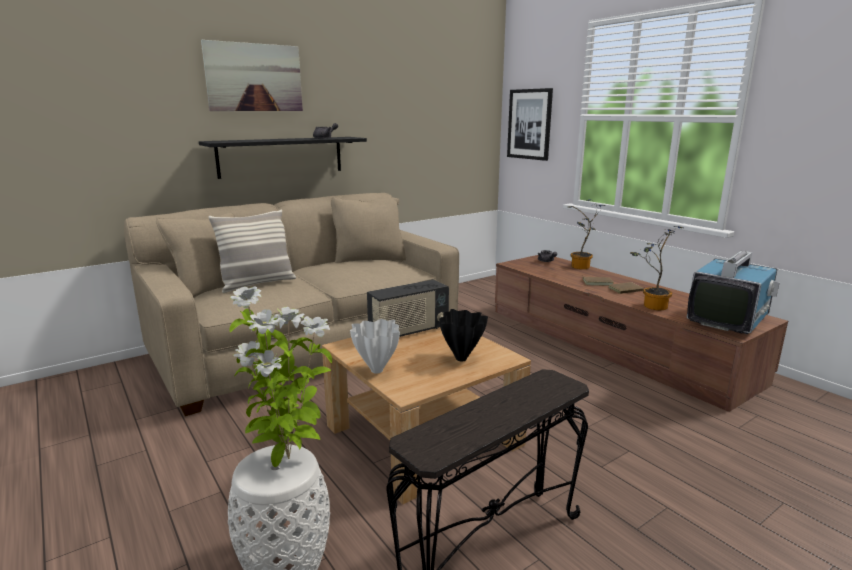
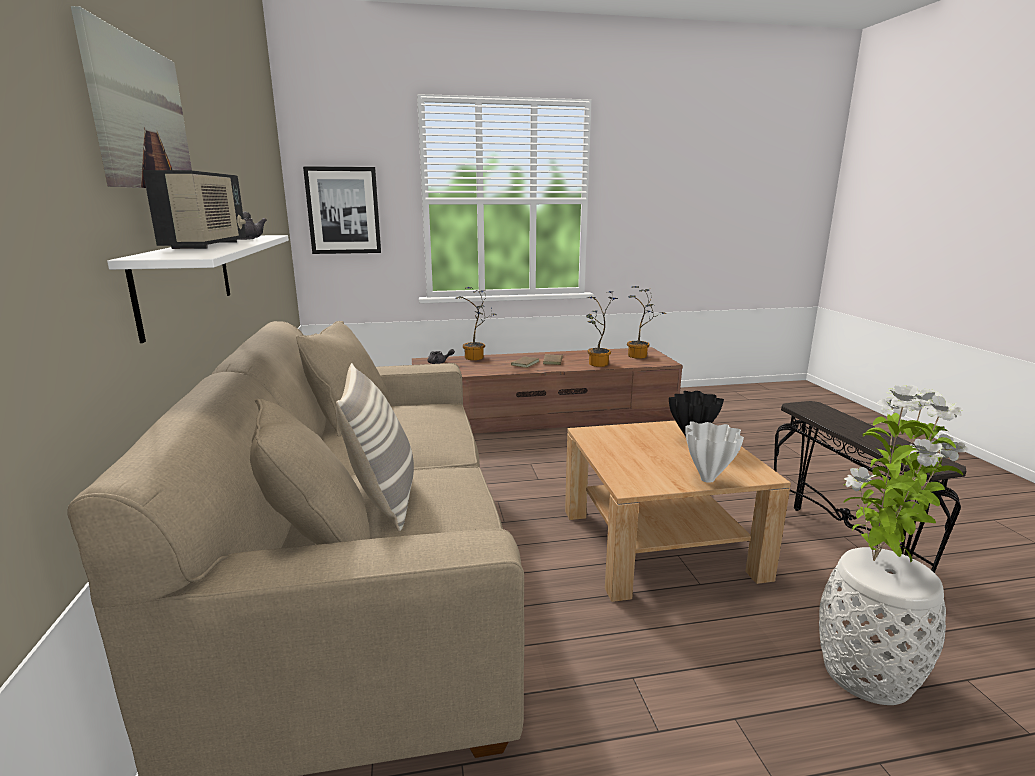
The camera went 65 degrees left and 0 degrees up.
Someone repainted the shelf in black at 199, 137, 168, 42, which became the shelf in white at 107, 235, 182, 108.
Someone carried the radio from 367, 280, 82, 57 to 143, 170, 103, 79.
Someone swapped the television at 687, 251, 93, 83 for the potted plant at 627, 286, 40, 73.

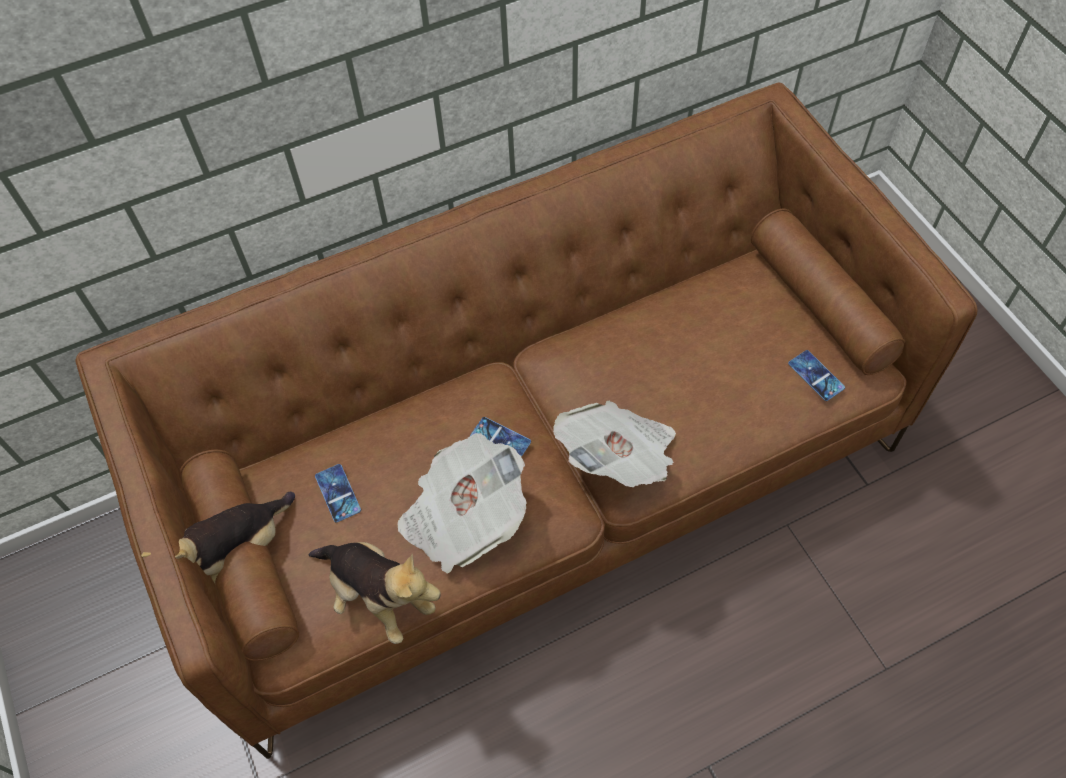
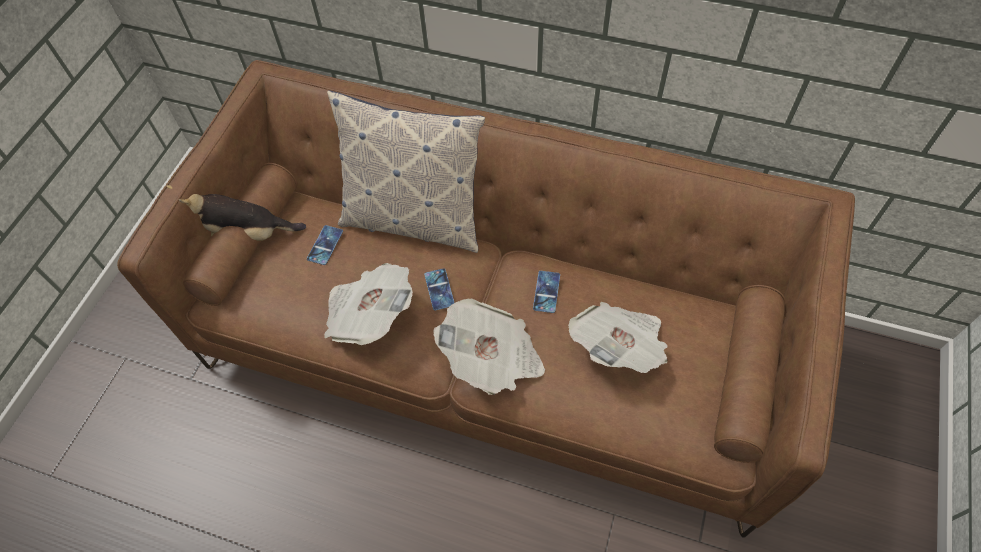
The camera went 45 degrees right and 0 degrees up.
Someone took away the plush toy at 309, 542, 132, 102.
Someone carried the phone from 788, 350, 57, 51 to 533, 271, 27, 42.
Someone put down the pillow at 327, 90, 158, 163.
Someone put down the newspaper at 568, 302, 100, 71.

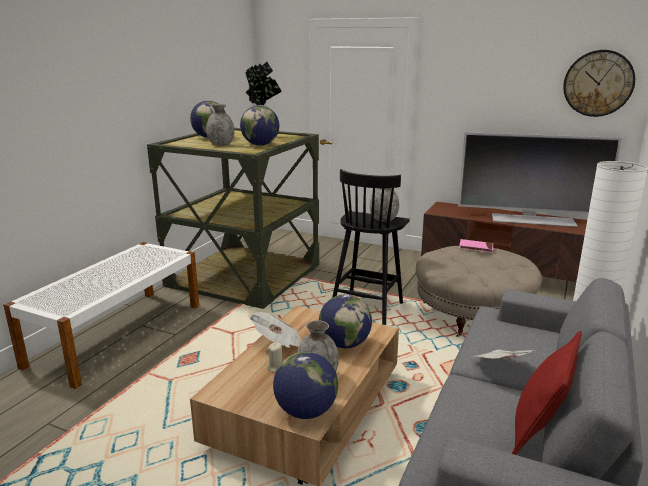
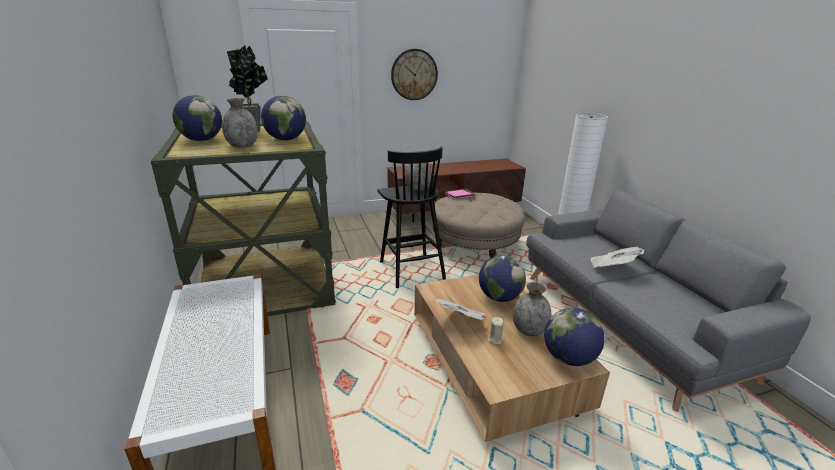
The camera went 45 degrees left and 5 degrees up.
Someone took away the television at 458, 132, 164, 95.
Someone took away the pillow in red at 511, 331, 71, 124.
Someone carried the wall clock from 563, 50, 72, 67 to 391, 49, 47, 51.

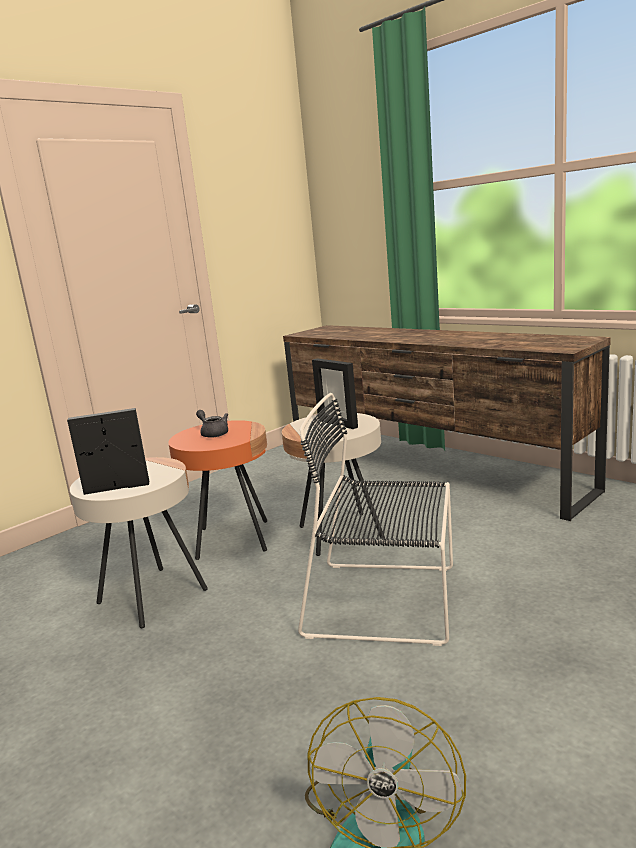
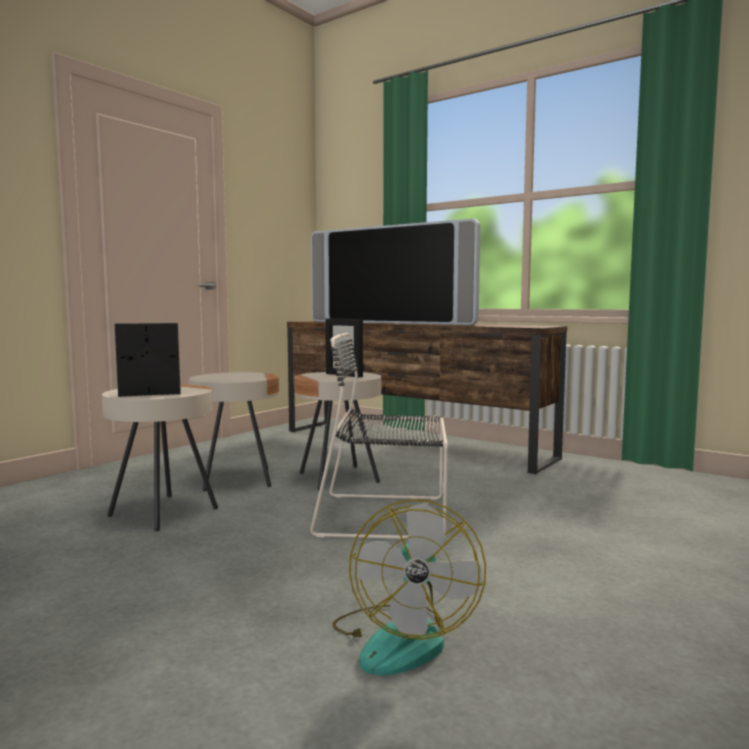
The camera went 10 degrees left and 10 degrees down.
Someone repainted the side table in orange at 168, 420, 99, 140, which became the side table in beige at 189, 372, 90, 119.
Someone took away the teapot in grey at 196, 410, 32, 28.
Someone put down the television at 311, 218, 169, 107.

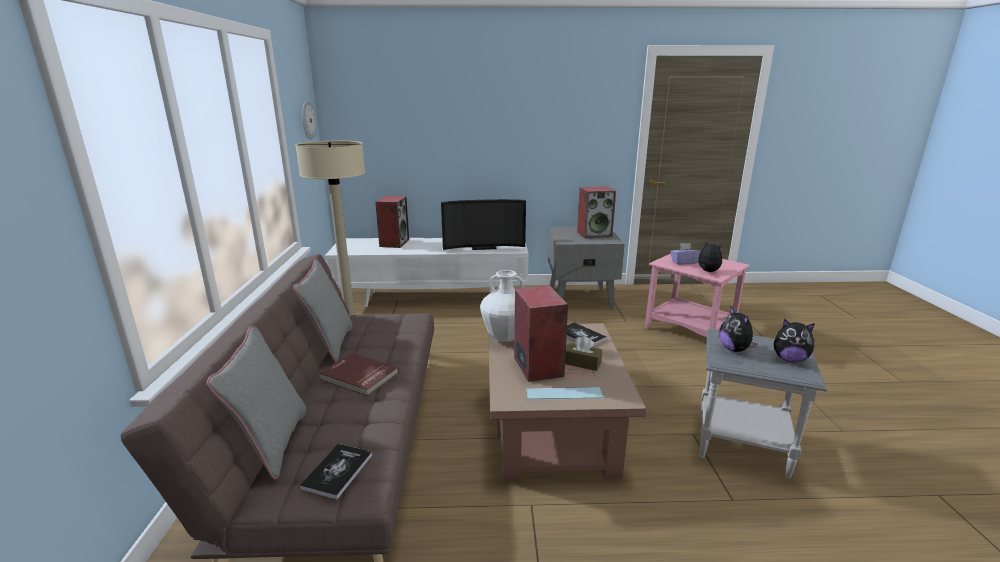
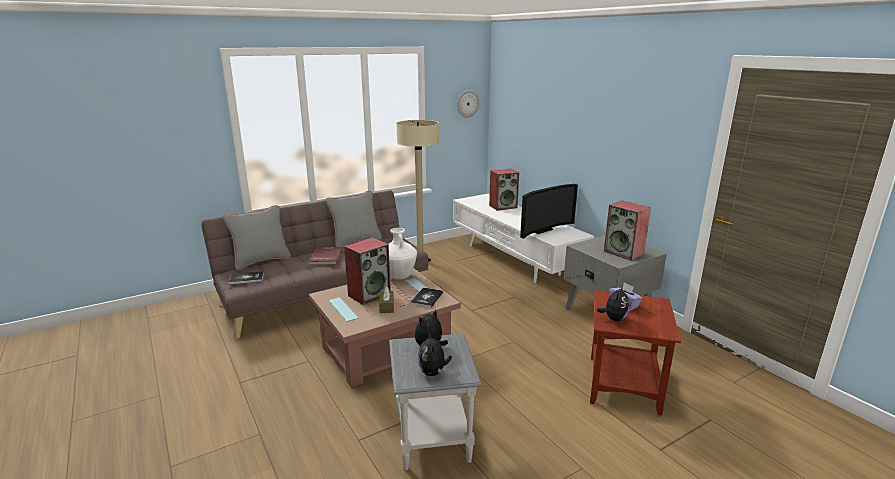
The camera went 60 degrees right and 0 degrees up.
Someone rotated the television at 441, 199, 85, 51 by 90 degrees counterclockwise.
Someone repainted the side table in pink at 645, 249, 105, 88, which became the side table in brown at 590, 290, 91, 126.

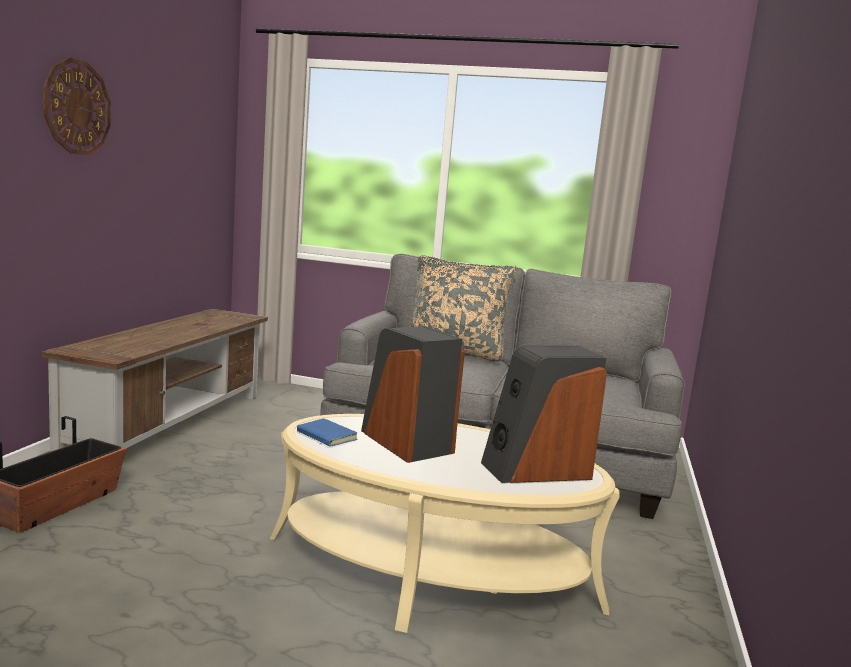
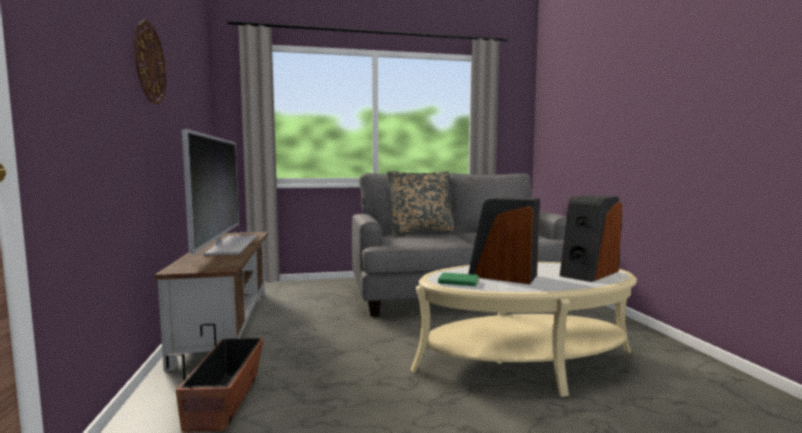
The camera went 25 degrees left and 5 degrees down.
Someone repainted the book in blue at 297, 418, 60, 29, which became the book in green at 438, 273, 41, 13.
Someone put down the television at 182, 129, 75, 127.

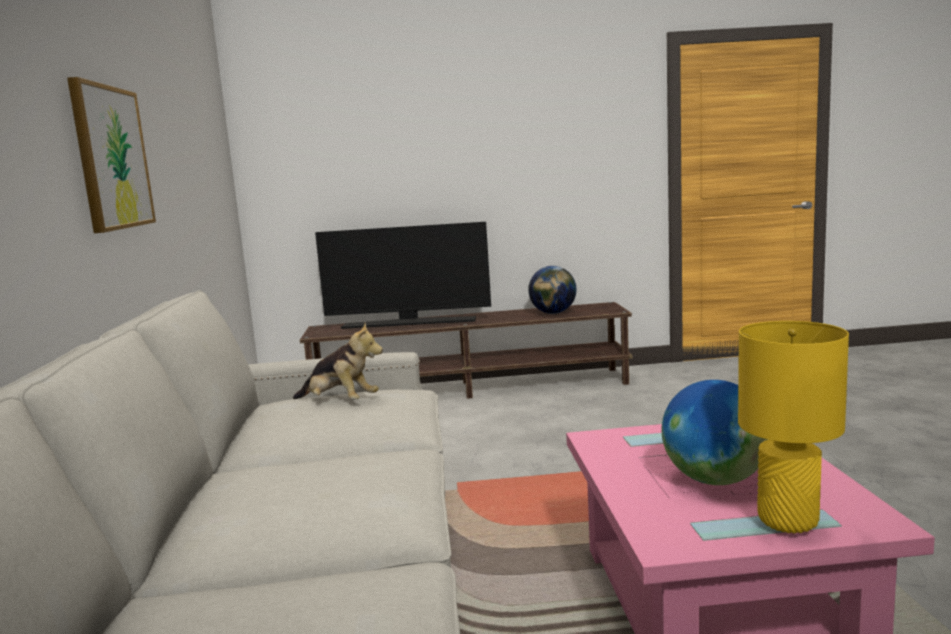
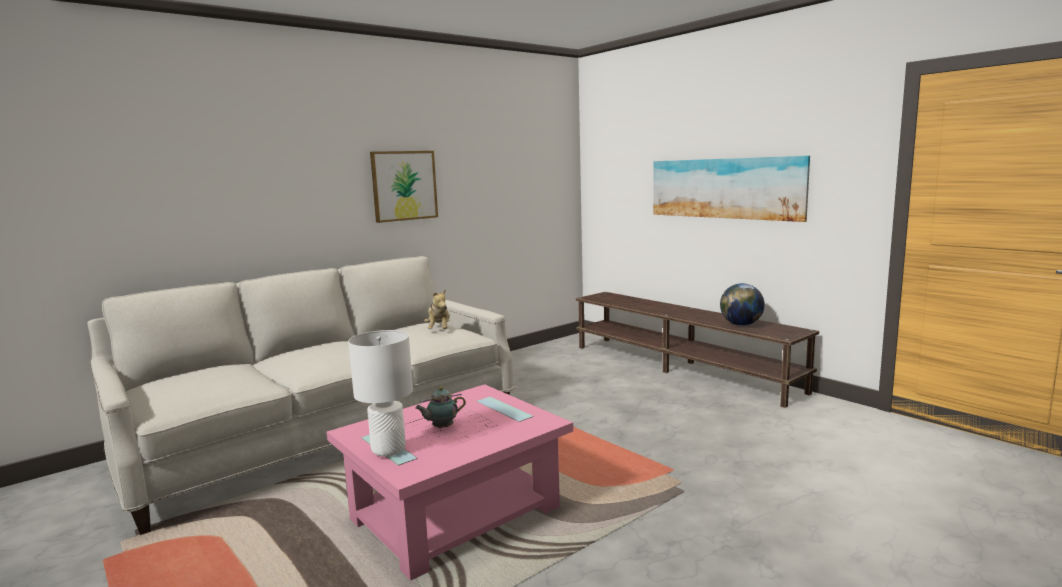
The camera went 55 degrees right and 0 degrees up.
Someone took away the television at 315, 222, 176, 107.
Someone swapped the globe at 662, 380, 106, 105 for the teapot at 415, 387, 51, 42.
Someone repainted the table lamp in yellow at 738, 321, 111, 213, which became the table lamp in white at 348, 330, 65, 127.
Someone put up the picture at 653, 156, 157, 66.

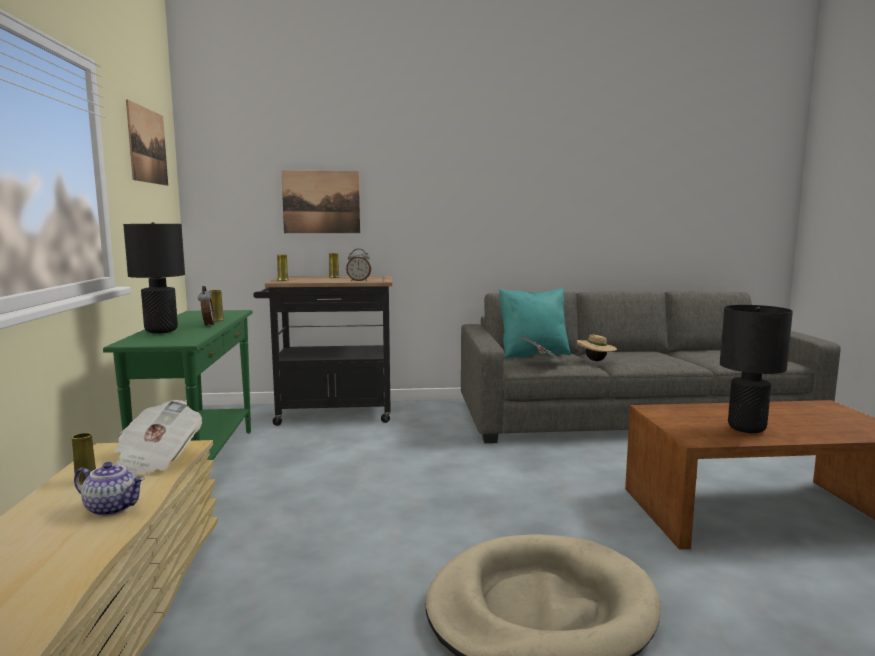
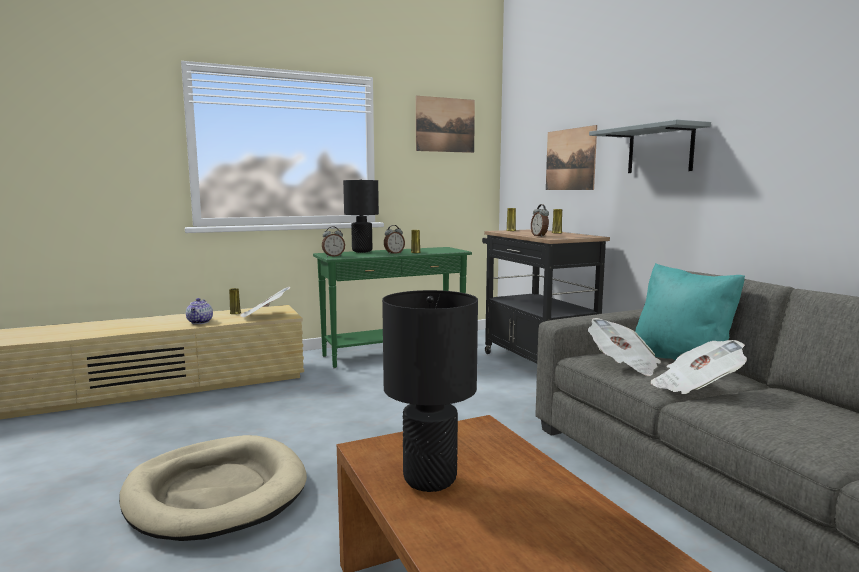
The camera went 70 degrees right and 0 degrees up.
Someone swapped the hat in beige at 577, 335, 40, 26 for the newspaper at 651, 340, 96, 54.
Someone put down the alarm clock at 322, 227, 23, 30.
Someone put up the shelf in grey at 589, 120, 122, 53.

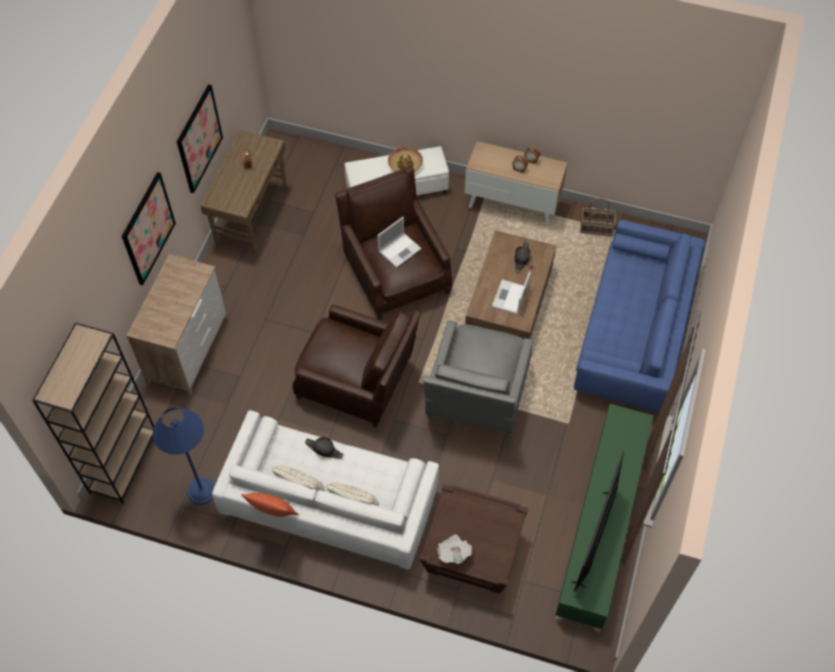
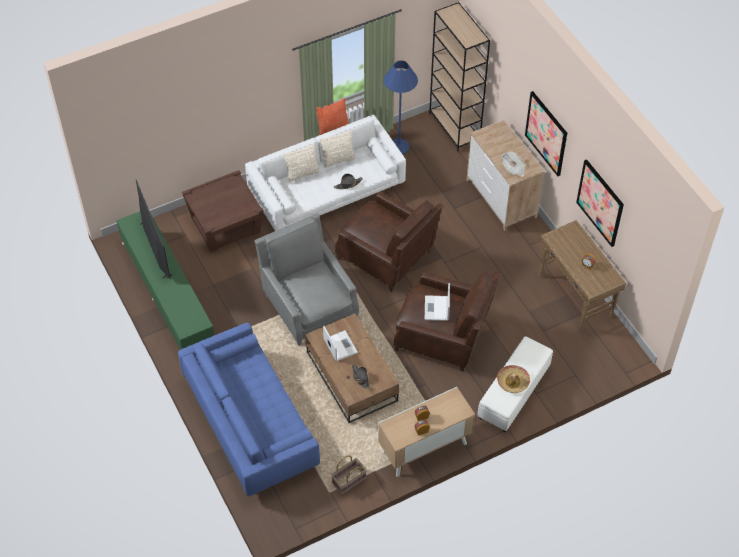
The camera went 135 degrees right and 5 degrees down.
Someone rotated the armchair in brown at 292, 305, 129, 123 by 120 degrees counterclockwise.
Someone carried the newspaper from 438, 535, 34, 29 to 502, 152, 24, 25.

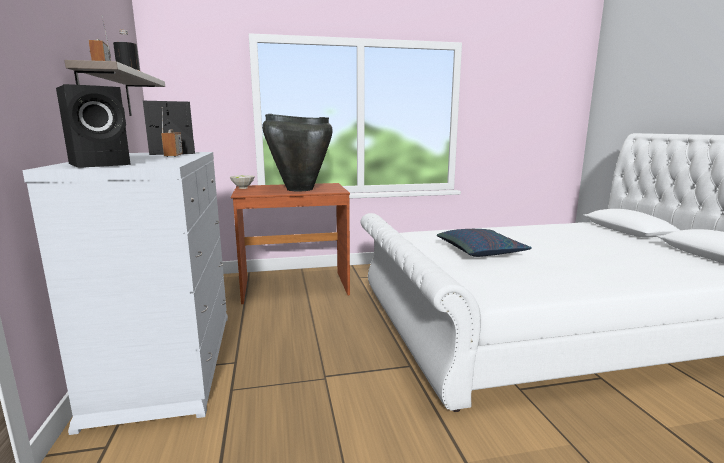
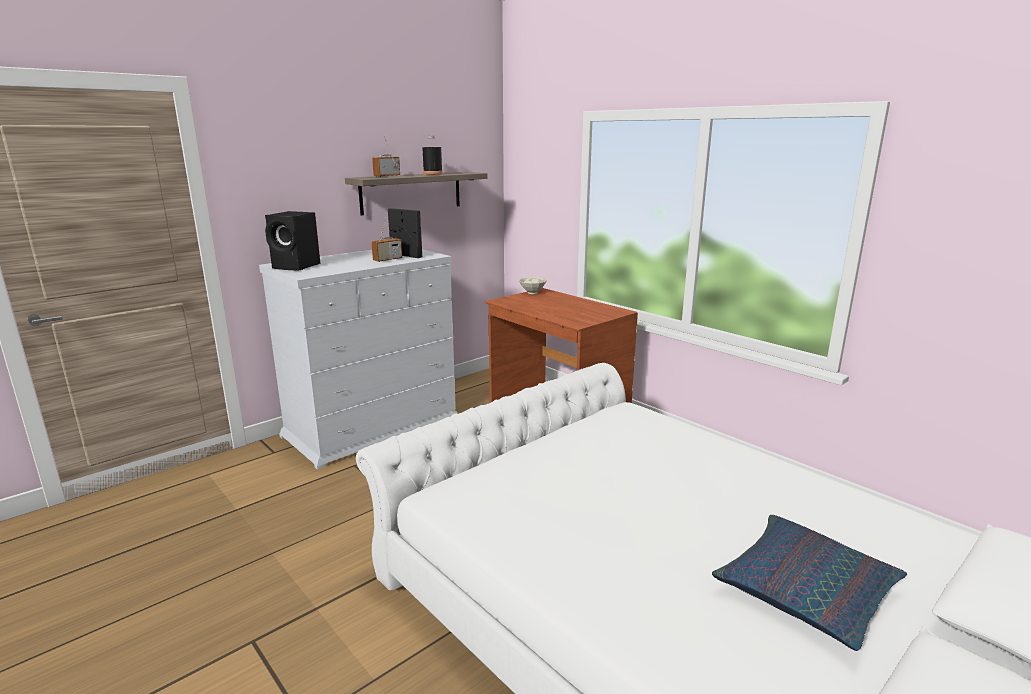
The camera went 60 degrees right and 5 degrees up.
Someone took away the vase in black at 262, 114, 71, 77.
Someone carried the pillow in blue from 437, 229, 95, 28 to 712, 515, 195, 136.

